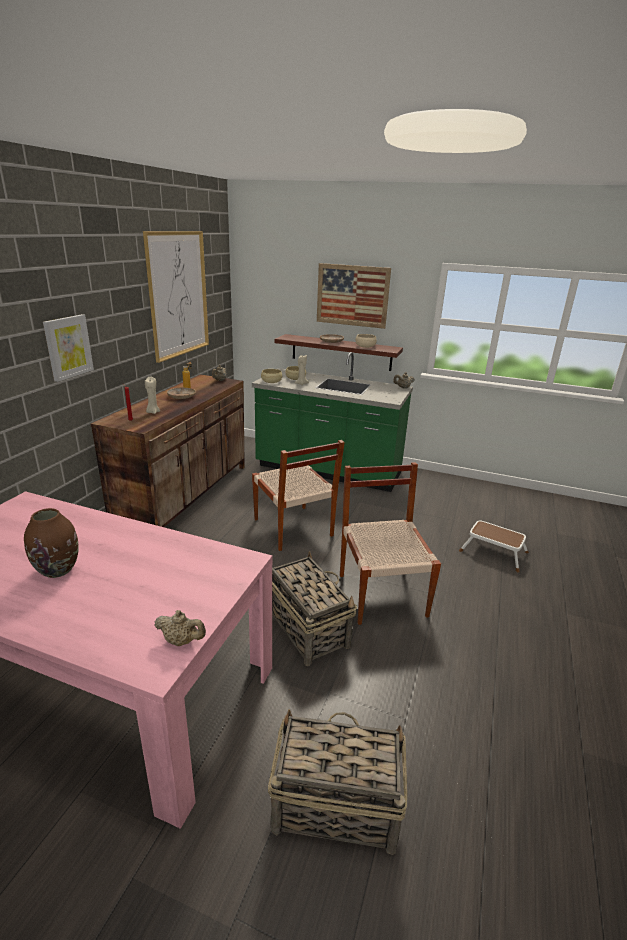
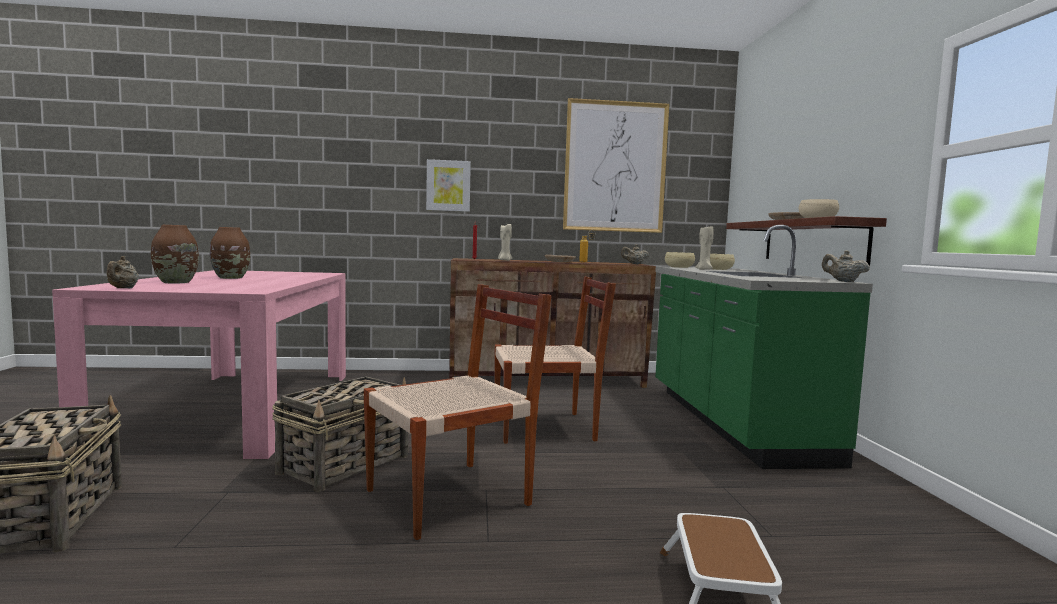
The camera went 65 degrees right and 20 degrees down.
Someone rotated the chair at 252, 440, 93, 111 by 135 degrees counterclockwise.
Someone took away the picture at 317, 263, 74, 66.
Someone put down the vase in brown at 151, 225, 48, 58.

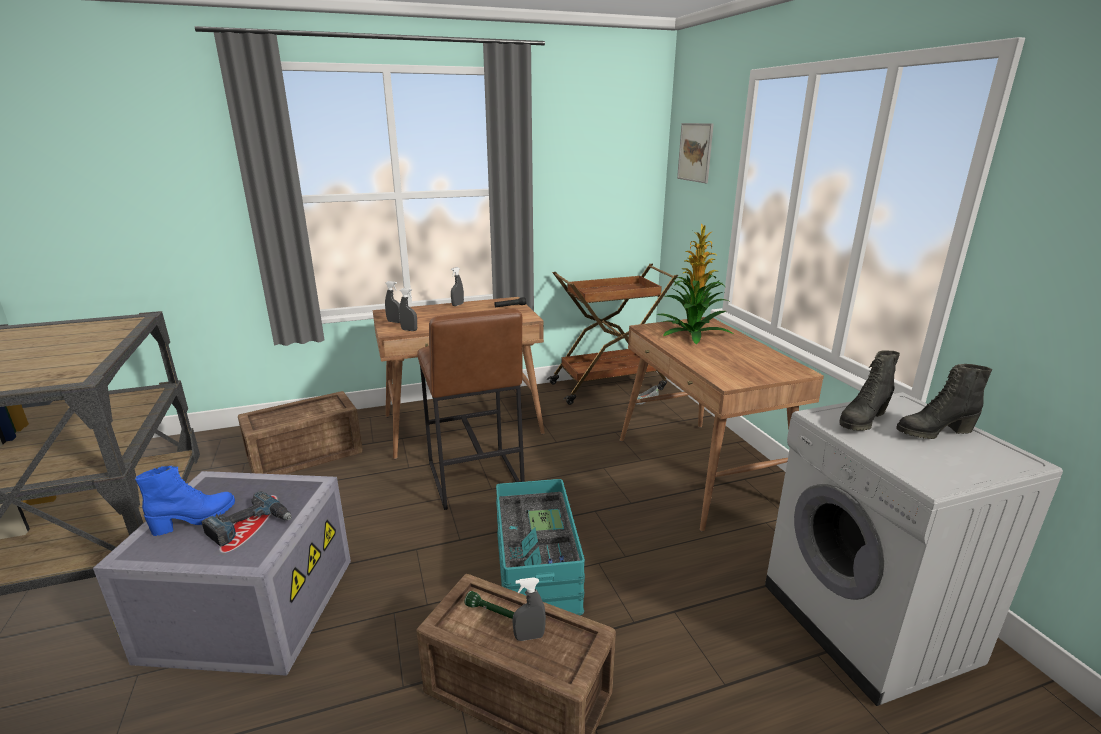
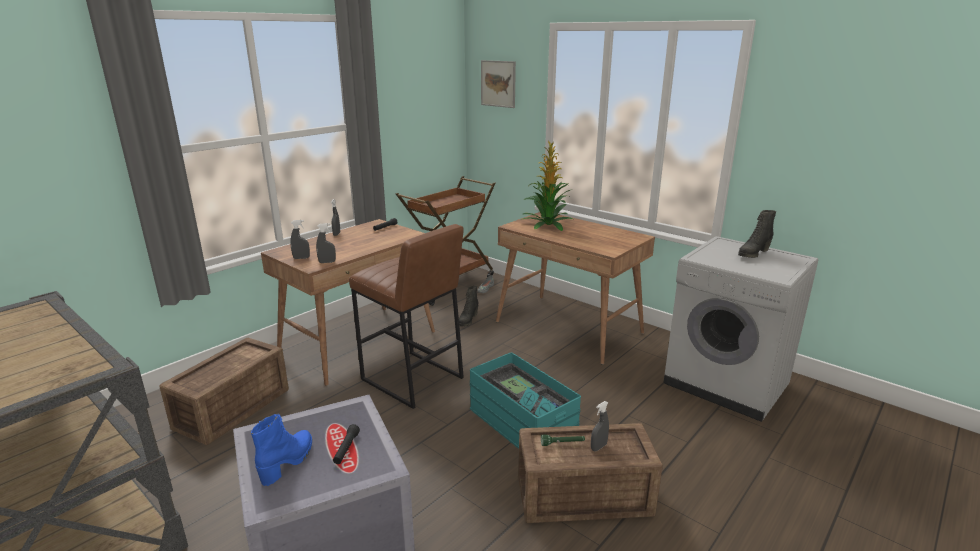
The camera went 30 degrees left and 0 degrees up.
Someone swapped the power drill at 201, 491, 91, 56 for the flashlight in black at 333, 424, 27, 40.
Someone carried the boot in black from 839, 351, 61, 80 to 459, 286, 19, 41.

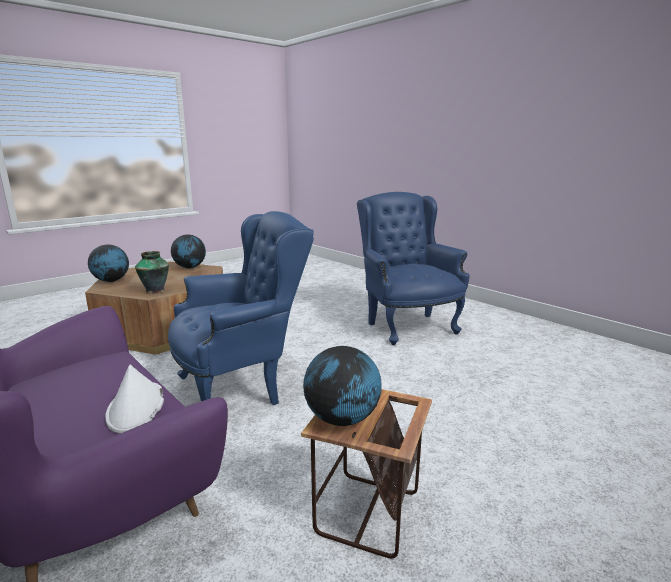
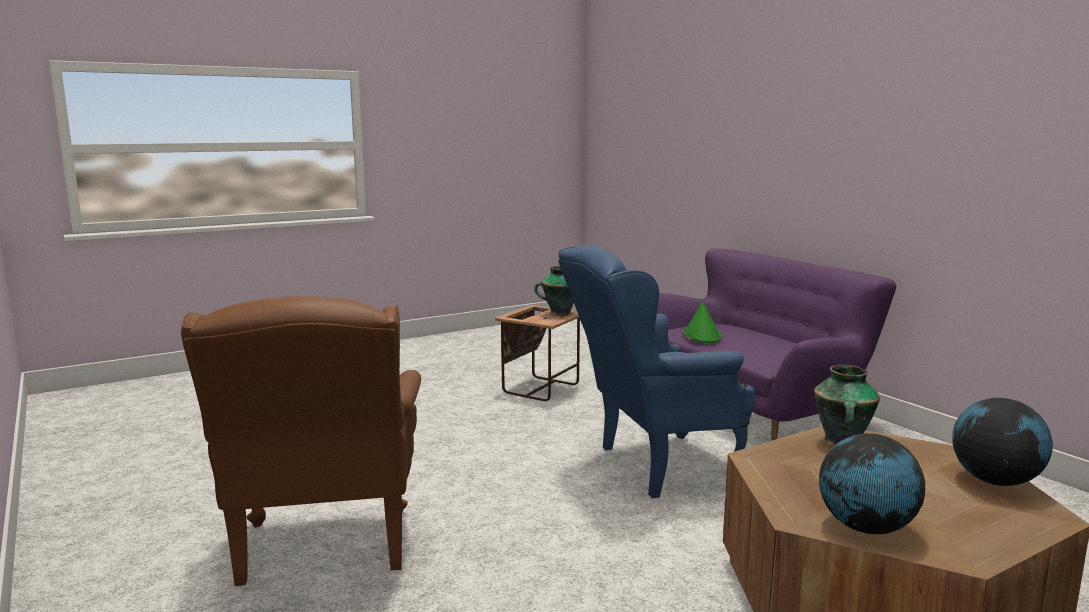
The camera went 170 degrees left and 5 degrees down.
Someone repainted the hat in white at 105, 364, 59, 69, which became the hat in green at 683, 301, 39, 42.
Someone swapped the globe at 303, 346, 79, 80 for the vase at 534, 266, 40, 50.
Someone repainted the armchair in blue at 357, 192, 112, 153, which became the armchair in brown at 181, 296, 240, 290.

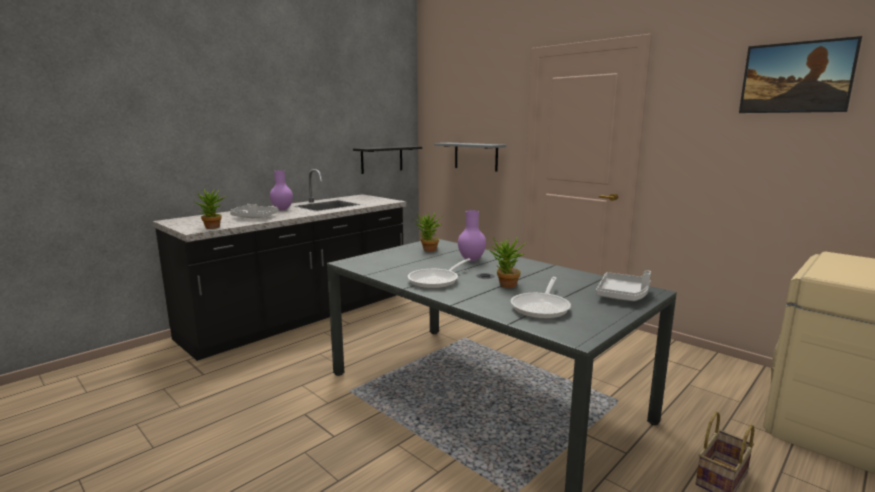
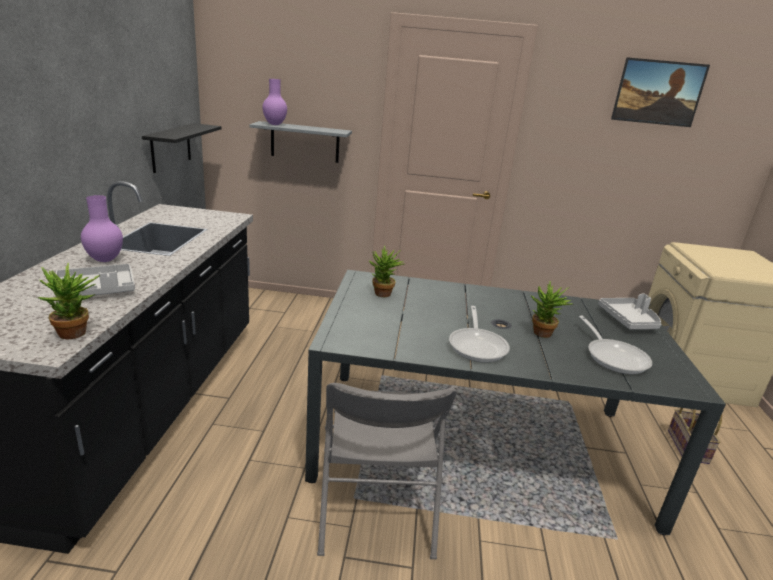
The camera went 40 degrees left and 10 degrees up.
Someone carried the vase in purple from 458, 210, 28, 51 to 262, 79, 25, 46.
Someone put down the chair in grey at 317, 383, 140, 176.

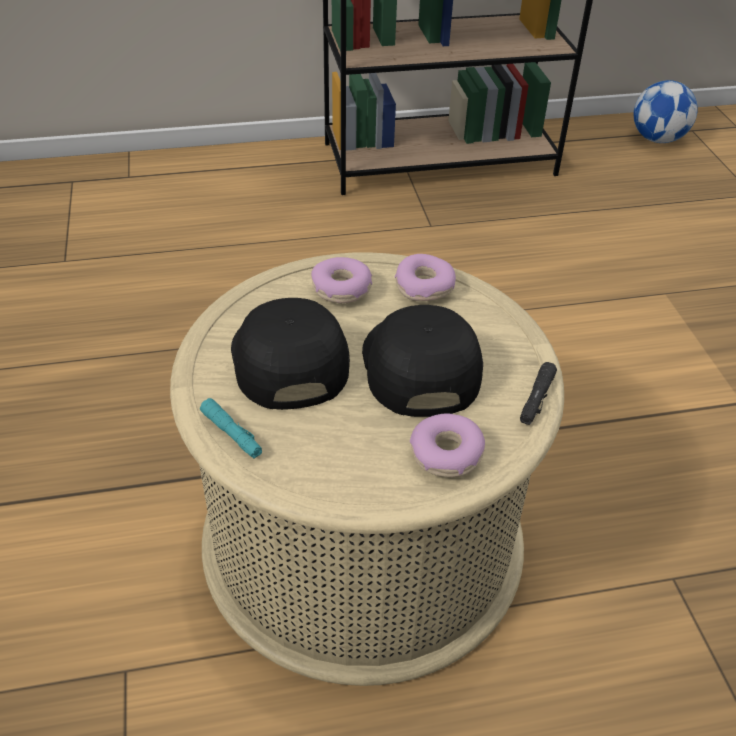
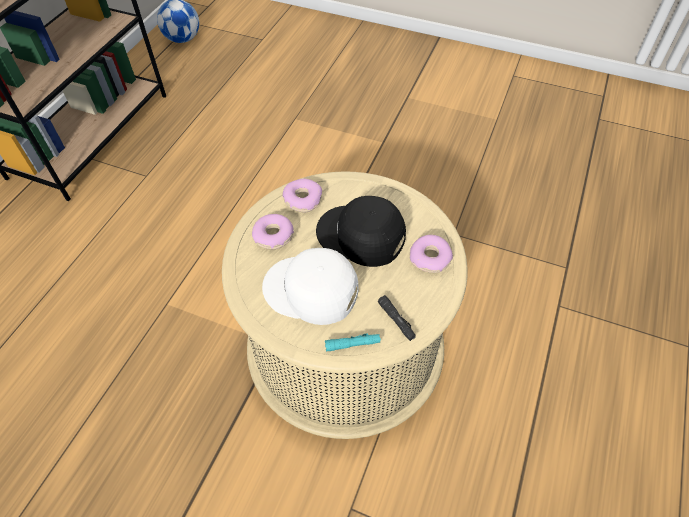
The camera went 55 degrees left and 10 degrees up.
Someone repainted the cap in black at 231, 298, 119, 112, which became the cap in white at 262, 248, 97, 77.
Someone carried the flashlight in black from 520, 362, 37, 63 to 378, 295, 38, 46.

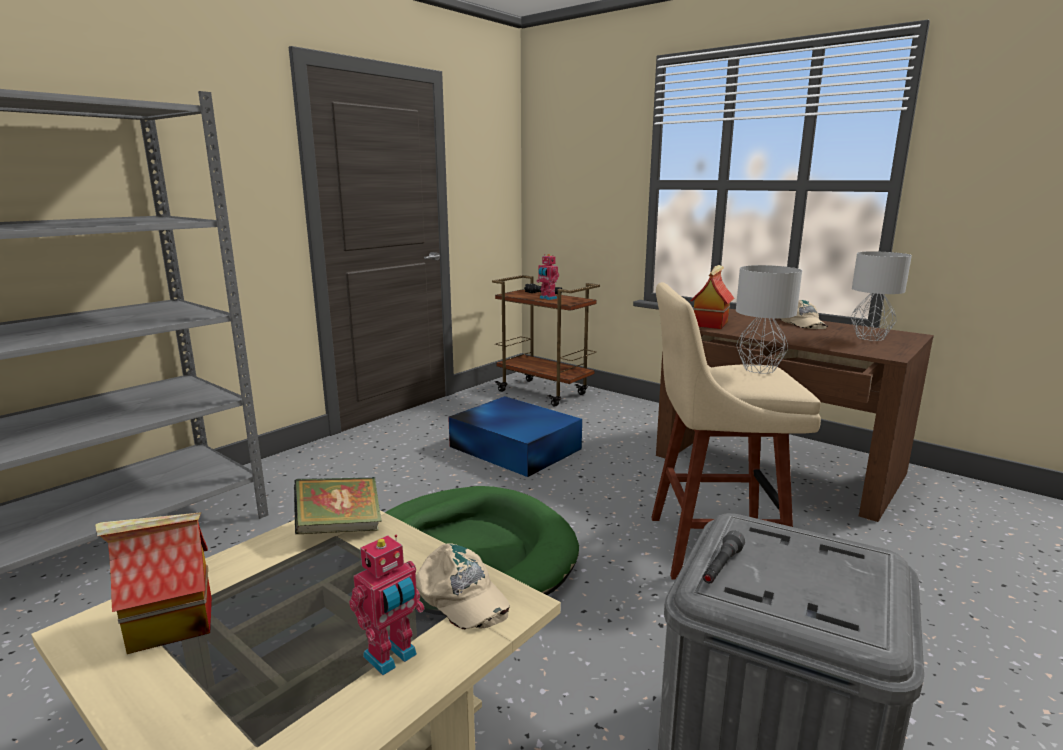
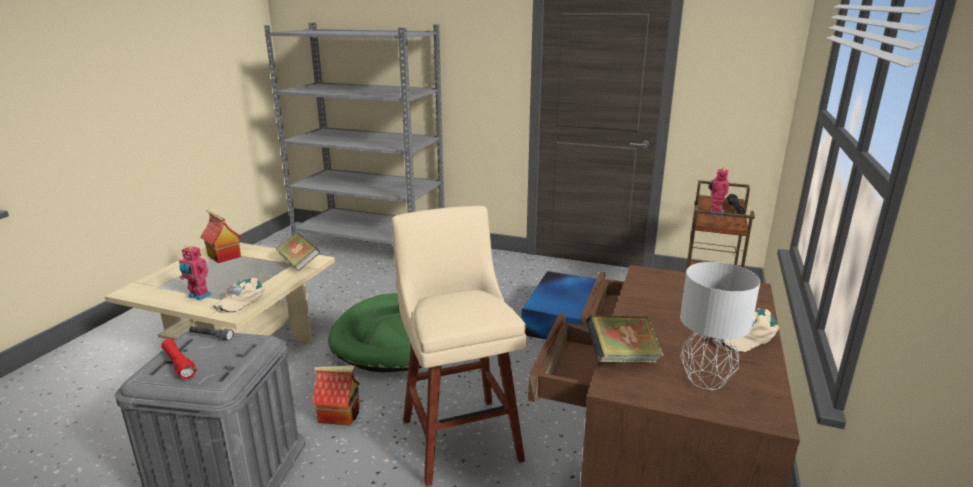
The camera went 70 degrees right and 5 degrees up.
Someone carried the toy house from 690, 265, 44, 64 to 312, 366, 48, 59.
Someone took away the table lamp in grey at 736, 265, 66, 108.
Someone put down the flashlight in red at 161, 339, 36, 41.
Someone put down the book at 586, 315, 78, 48.

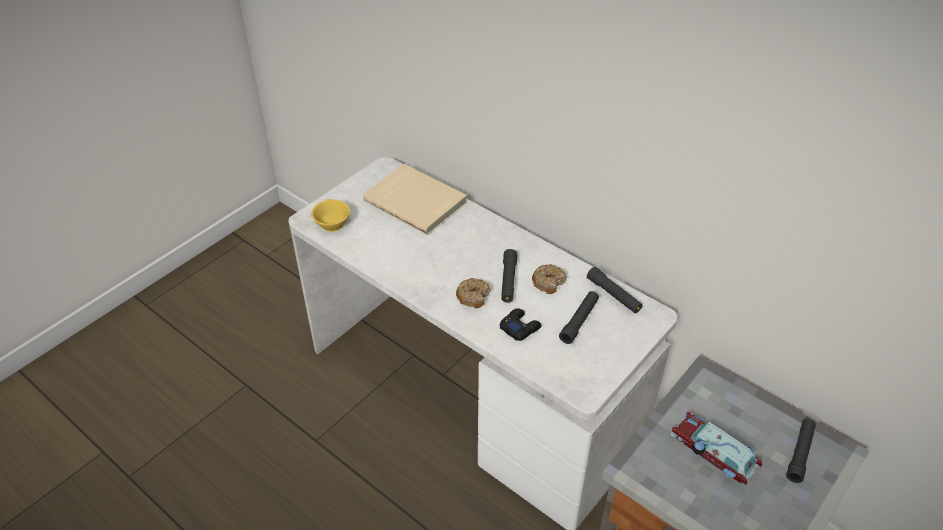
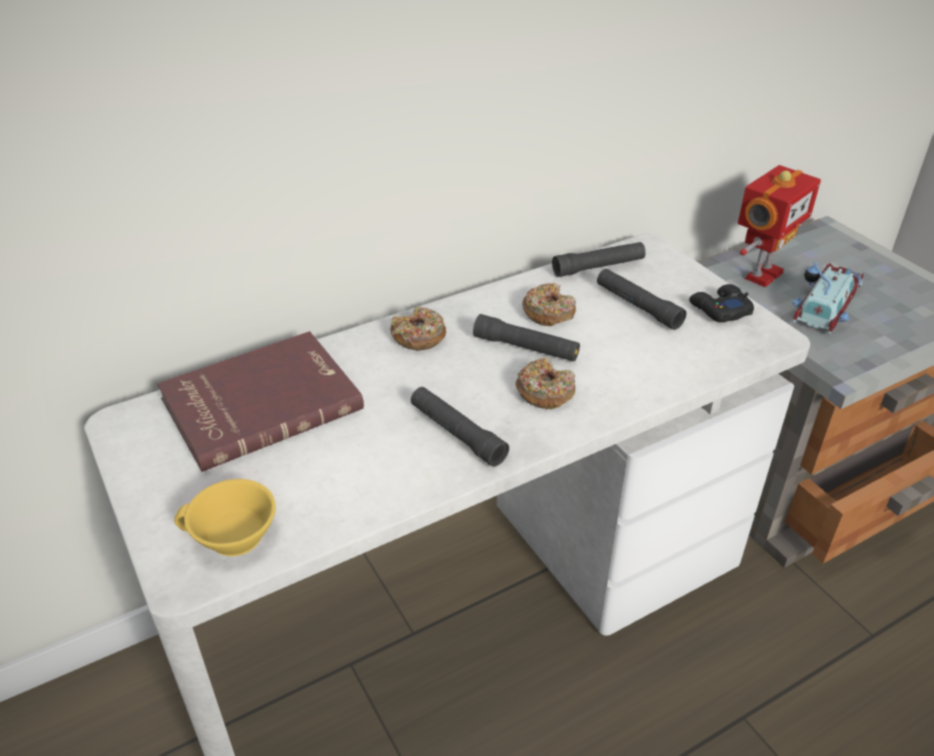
The camera went 70 degrees left and 5 degrees down.
Someone repainted the book in beige at 363, 164, 104, 71, which became the book in red at 157, 331, 207, 141.
Someone carried the game controller in black from 500, 308, 42, 33 to 689, 284, 65, 39.
Someone rotated the toy car at 670, 412, 92, 74 by 150 degrees clockwise.
Someone carried the flashlight in black from 786, 419, 30, 64 to 411, 387, 98, 80.
Someone put down the donut at 390, 307, 56, 43.
Someone put down the toy robot at 738, 165, 83, 122.

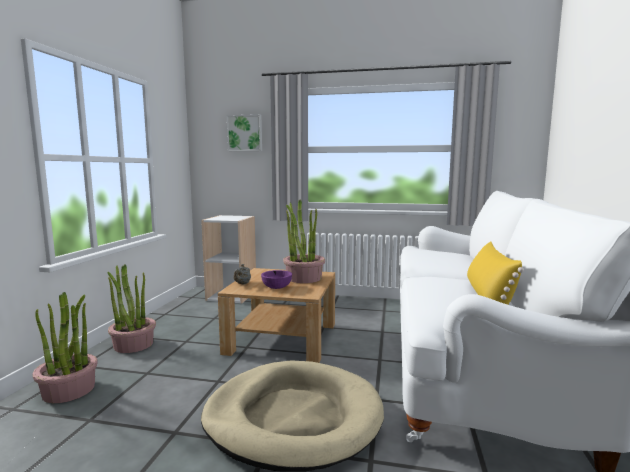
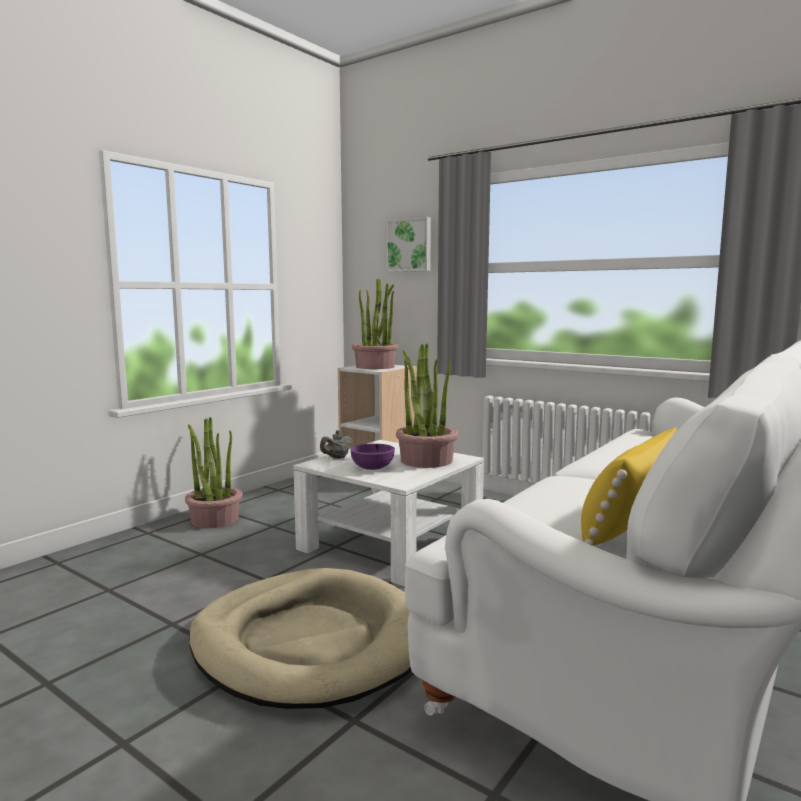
The camera went 25 degrees right and 0 degrees up.
Someone carried the potted plant from 33, 292, 65, 111 to 352, 279, 46, 90.
Someone repainted the coffee table in brown at 218, 268, 117, 95, which became the coffee table in white at 294, 440, 190, 147.

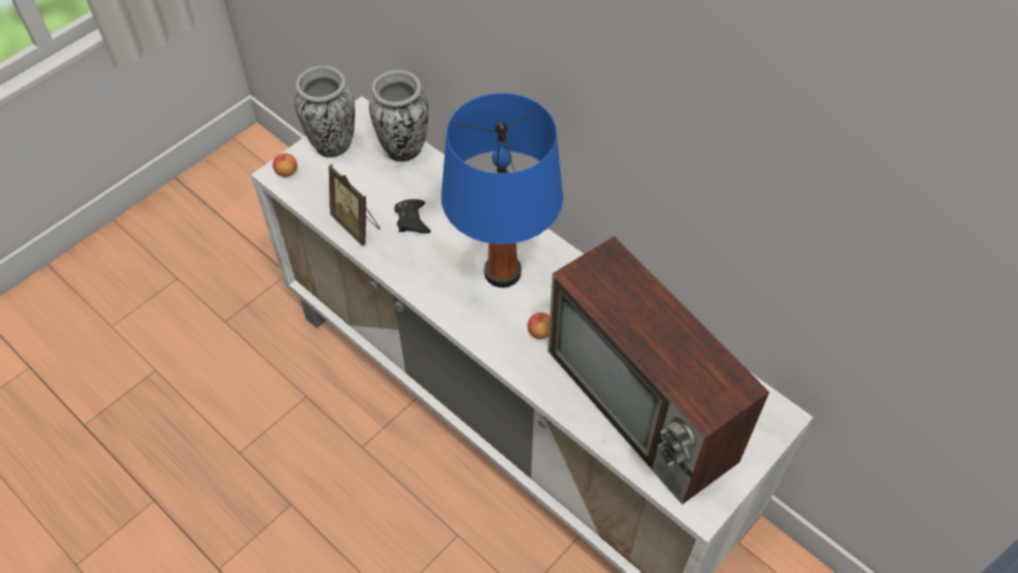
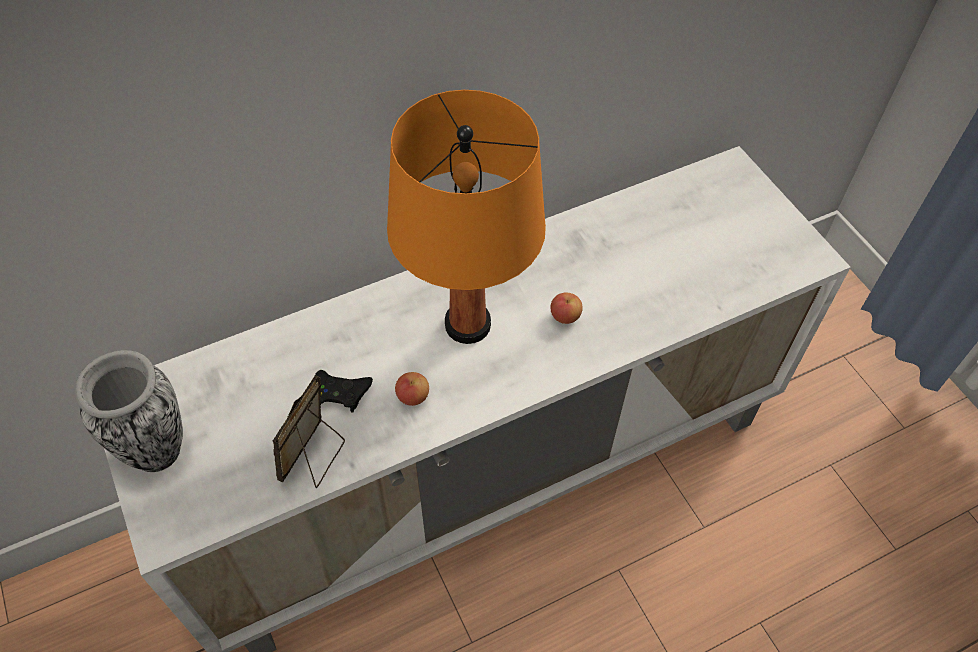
The camera went 70 degrees left and 0 degrees up.
Someone carried the apple from 272, 153, 25, 24 to 395, 372, 34, 34.
Someone rotated the picture frame at 329, 164, 51, 82 by 135 degrees clockwise.
Someone took away the vase at 369, 70, 60, 92.
Someone repainted the table lamp in blue at 441, 93, 122, 195, which became the table lamp in orange at 387, 90, 159, 254.
Someone took away the television at 548, 236, 221, 269.

